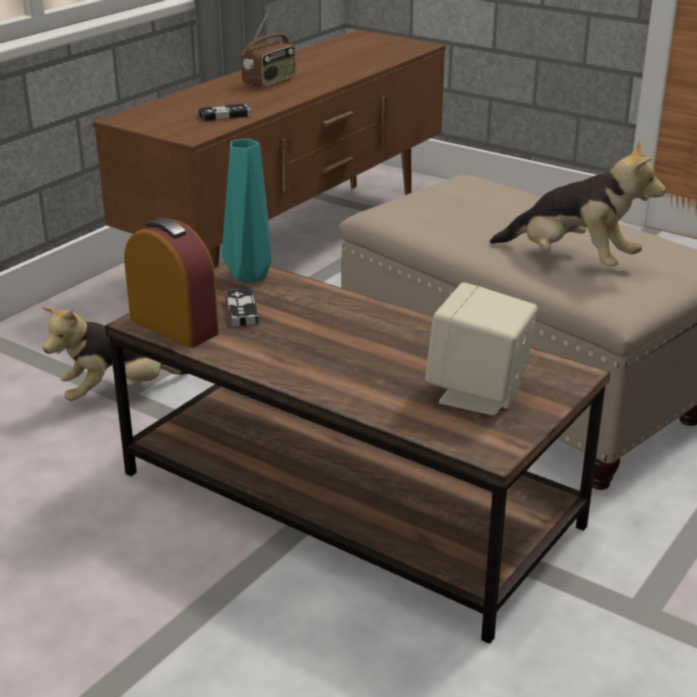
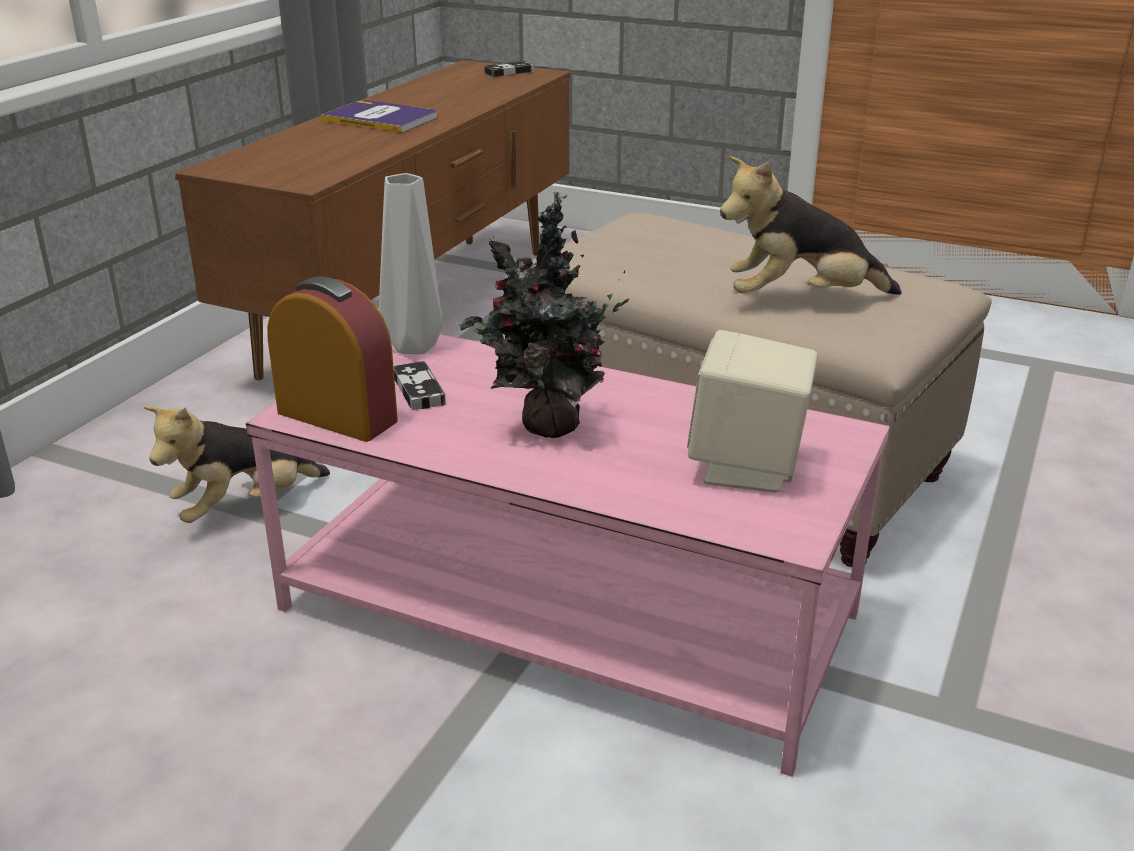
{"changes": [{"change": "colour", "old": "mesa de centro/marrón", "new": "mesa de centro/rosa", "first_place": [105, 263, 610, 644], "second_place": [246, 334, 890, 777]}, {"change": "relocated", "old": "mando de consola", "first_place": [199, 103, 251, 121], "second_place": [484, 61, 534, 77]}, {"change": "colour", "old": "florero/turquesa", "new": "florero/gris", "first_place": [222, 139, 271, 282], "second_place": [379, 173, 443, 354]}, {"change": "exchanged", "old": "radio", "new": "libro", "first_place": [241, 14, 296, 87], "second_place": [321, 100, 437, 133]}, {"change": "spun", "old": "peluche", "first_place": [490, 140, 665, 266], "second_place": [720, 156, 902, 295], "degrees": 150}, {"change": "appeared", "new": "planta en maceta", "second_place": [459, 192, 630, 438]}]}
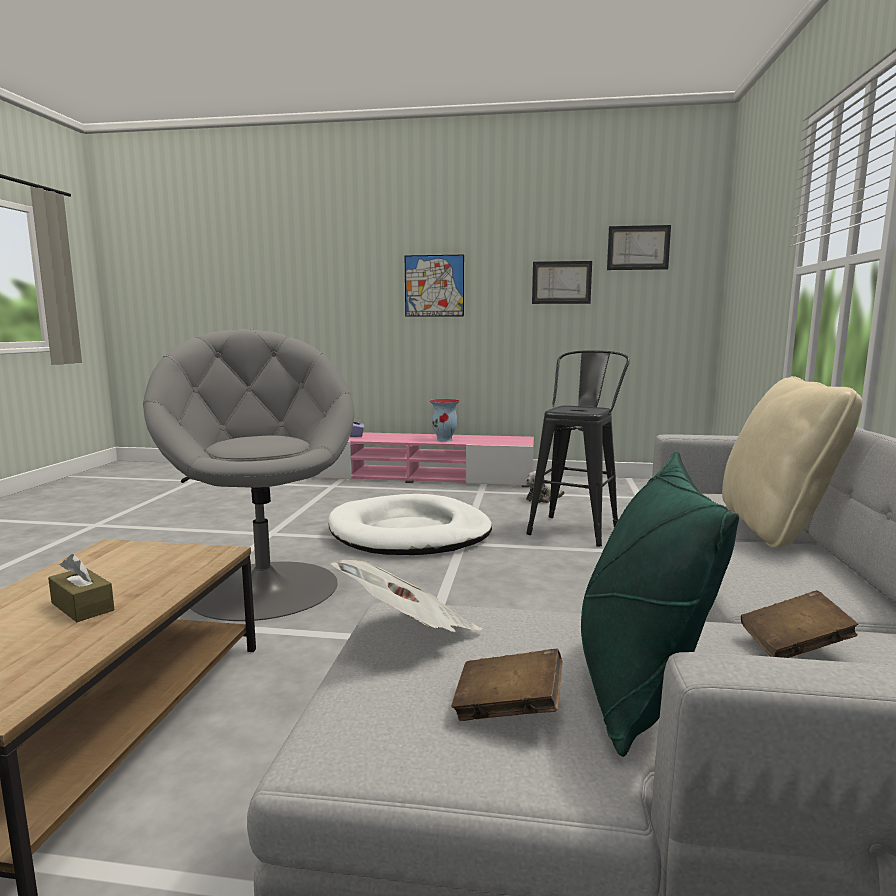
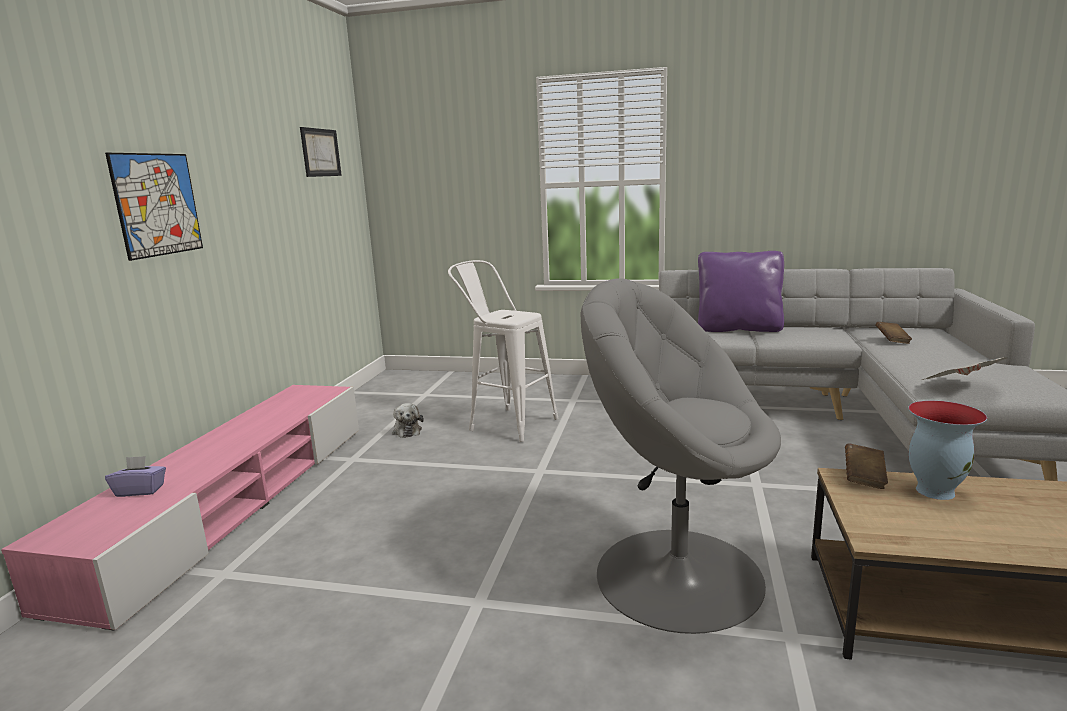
{"changes": [{"change": "missing", "old": "caja de pañuelos/marrón", "first_place": [48, 554, 114, 622]}, {"change": "spun", "old": "sillón/gris", "first_place": [143, 329, 355, 621], "second_place": [581, 278, 781, 634], "degrees": 45}, {"change": "missing", "old": "cama para perro/blanco", "first_place": [328, 494, 492, 555]}, {"change": "relocated", "old": "florero", "first_place": [430, 399, 460, 441], "second_place": [908, 400, 987, 500]}, {"change": "relocated", "old": "libro/marrón", "first_place": [452, 649, 562, 721], "second_place": [845, 443, 888, 489]}, {"change": "colour", "old": "taburete/negro", "new": "taburete/blanco", "first_place": [526, 350, 630, 547], "second_place": [448, 260, 558, 442]}, {"change": "missing", "old": "cuadro", "first_place": [532, 261, 592, 304]}, {"change": "missing", "old": "cojín/verde", "first_place": [581, 452, 739, 757]}, {"change": "colour", "old": "cojín/beis", "new": "cojín/morado", "first_place": [722, 376, 863, 548], "second_place": [698, 251, 784, 332]}]}
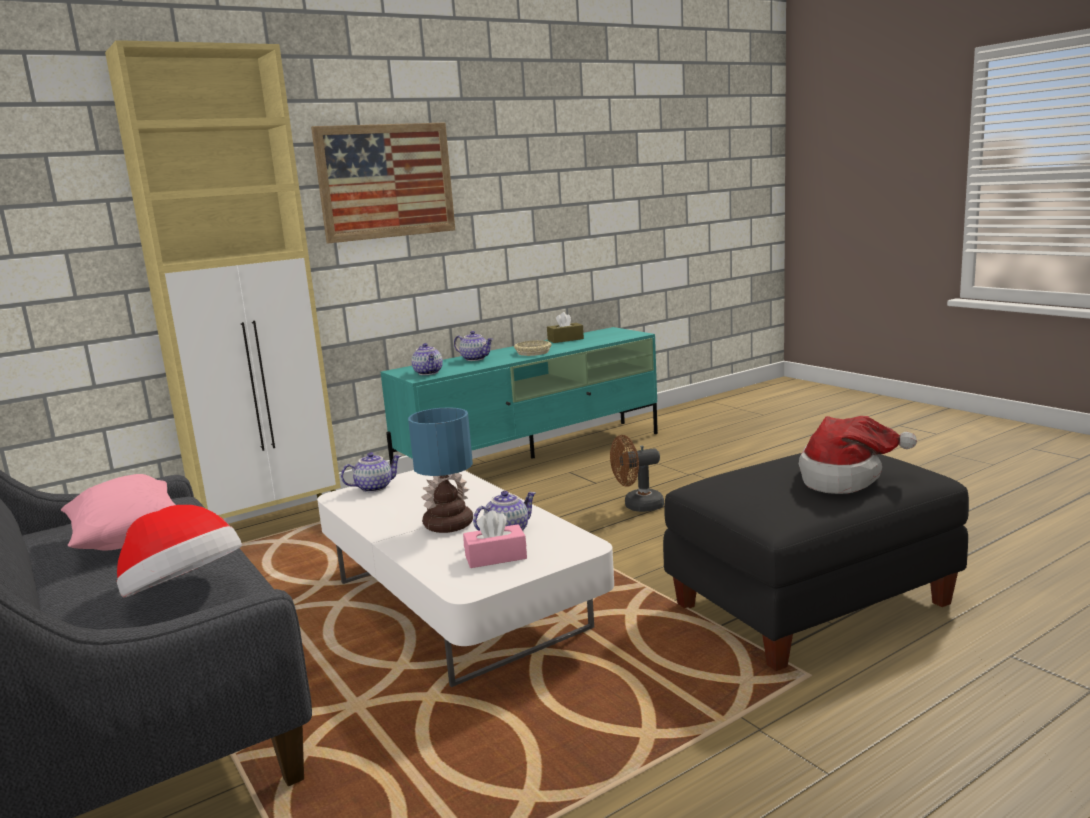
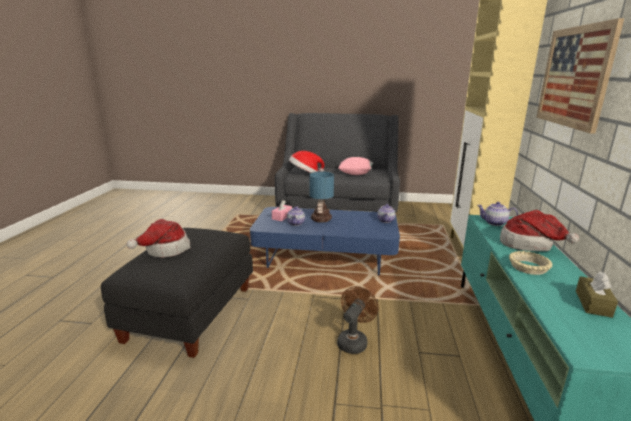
{"changes": [{"change": "colour", "old": "mesa de centro/blanco", "new": "mesa de centro/azul", "first_place": [317, 470, 614, 687], "second_place": [250, 207, 400, 275]}, {"change": "exchanged", "old": "tetera", "new": "sombrero", "first_place": [454, 331, 493, 361], "second_place": [500, 210, 579, 251]}]}
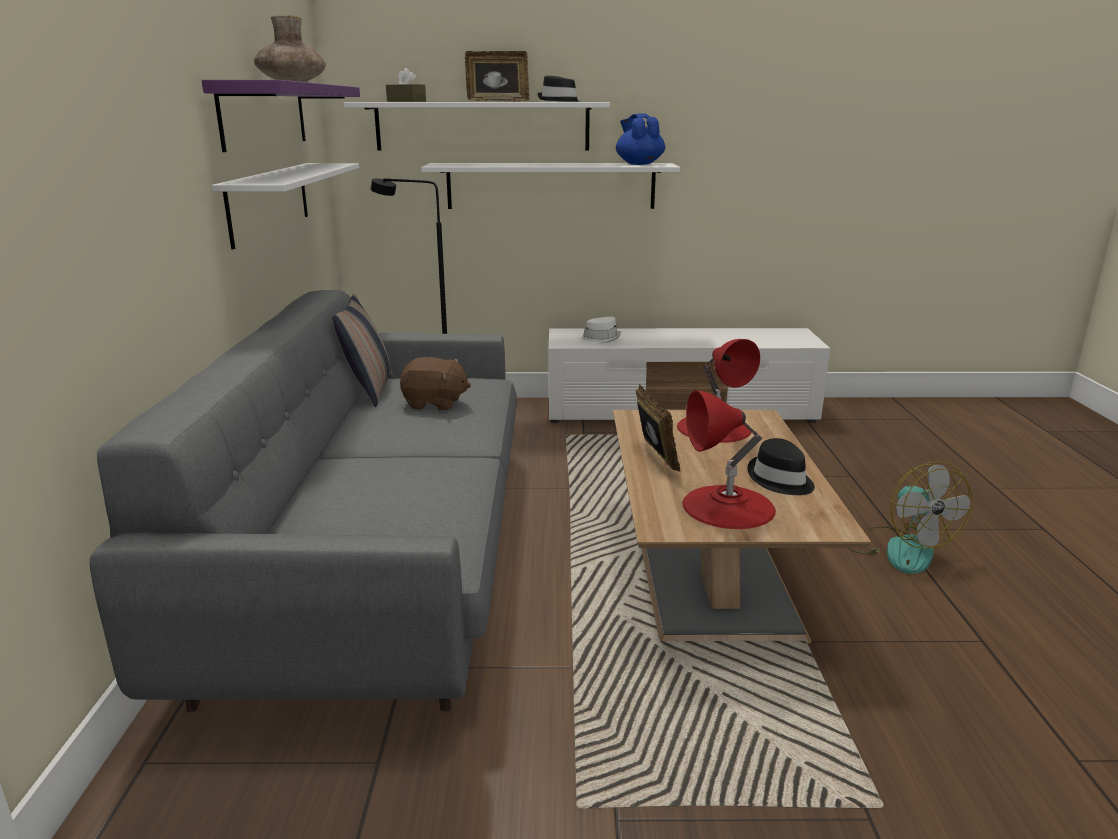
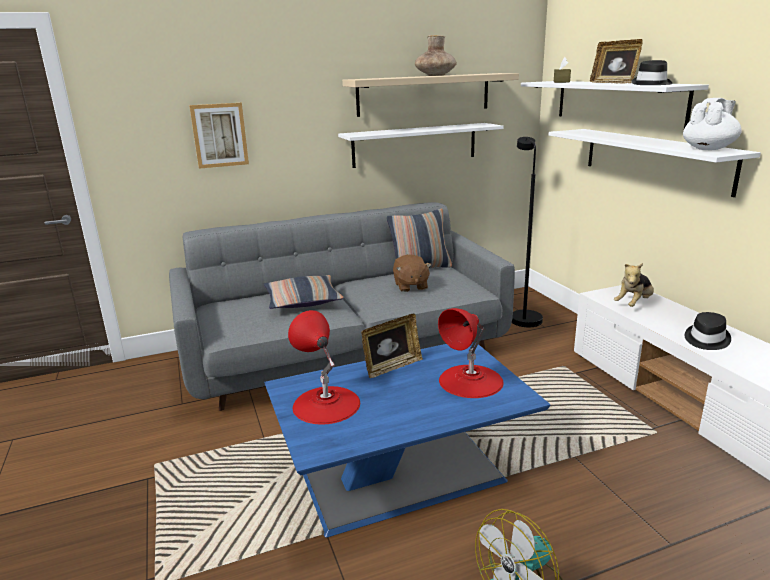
{"changes": [{"change": "colour", "old": "estante/morado", "new": "estante/beis", "first_place": [202, 80, 360, 152], "second_place": [342, 73, 519, 117]}, {"change": "exchanged", "old": "sombrero/blanco", "new": "peluche", "first_place": [578, 317, 621, 344], "second_place": [614, 263, 654, 307]}, {"change": "colour", "old": "mesa de centro/marrón", "new": "mesa de centro/azul", "first_place": [613, 410, 871, 644], "second_place": [264, 341, 551, 537]}, {"change": "colour", "old": "tetera/azul", "new": "tetera/blanco", "first_place": [616, 113, 665, 165], "second_place": [683, 98, 741, 150]}, {"change": "relocated", "old": "sombrero/negro", "first_place": [747, 438, 815, 495], "second_place": [685, 312, 731, 350]}, {"change": "appeared", "new": "cuadro", "second_place": [189, 103, 249, 169]}, {"change": "appeared", "new": "cojín", "second_place": [264, 275, 344, 309]}]}
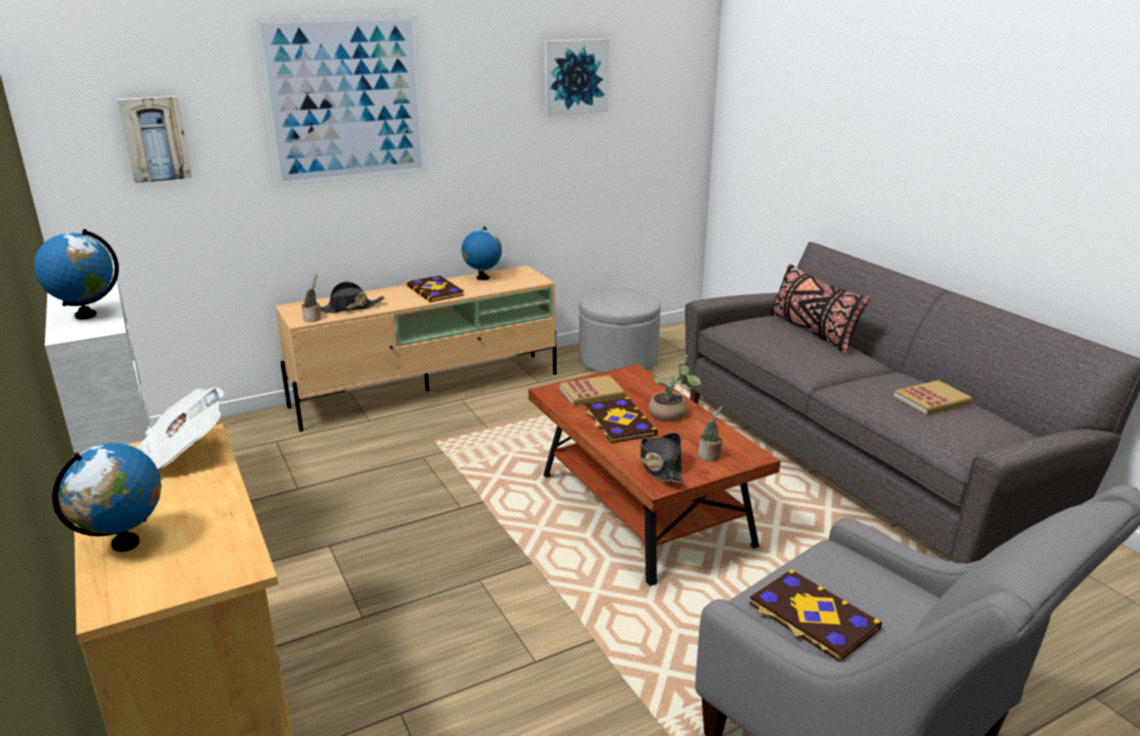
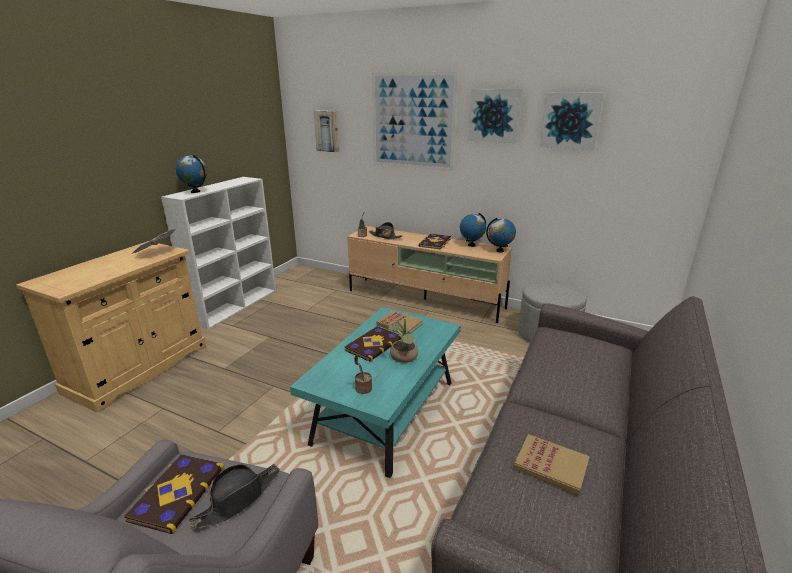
{"changes": [{"change": "relocated", "old": "globo terráqueo", "first_place": [52, 443, 161, 552], "second_place": [486, 218, 516, 253]}, {"change": "colour", "old": "mesa de centro/marrón", "new": "mesa de centro/turquesa", "first_place": [528, 364, 781, 586], "second_place": [290, 307, 461, 478]}, {"change": "relocated", "old": "sombrero/negro", "first_place": [641, 433, 685, 483], "second_place": [188, 464, 280, 529]}, {"change": "missing", "old": "cojín/negro", "first_place": [771, 264, 870, 354]}, {"change": "appeared", "new": "cuadro", "second_place": [468, 89, 522, 143]}]}
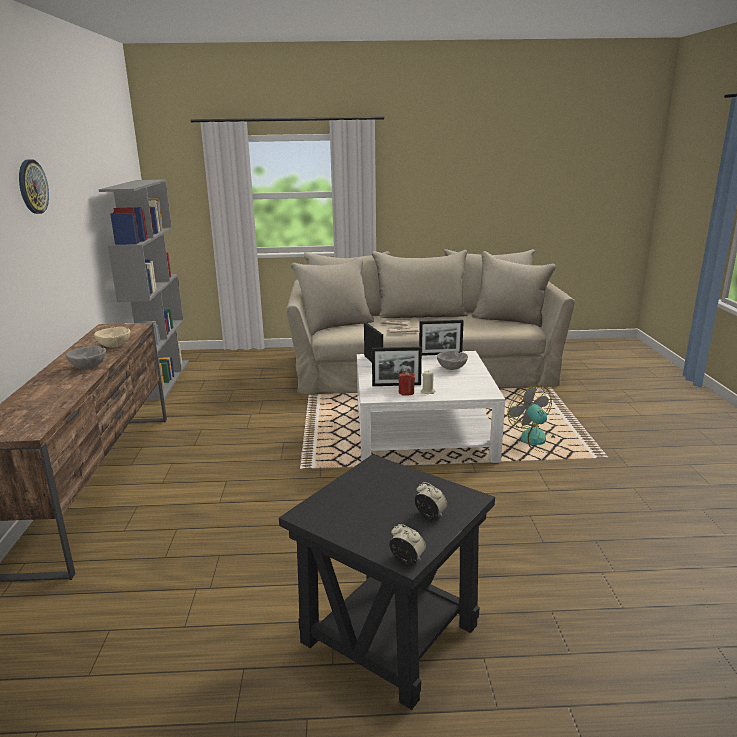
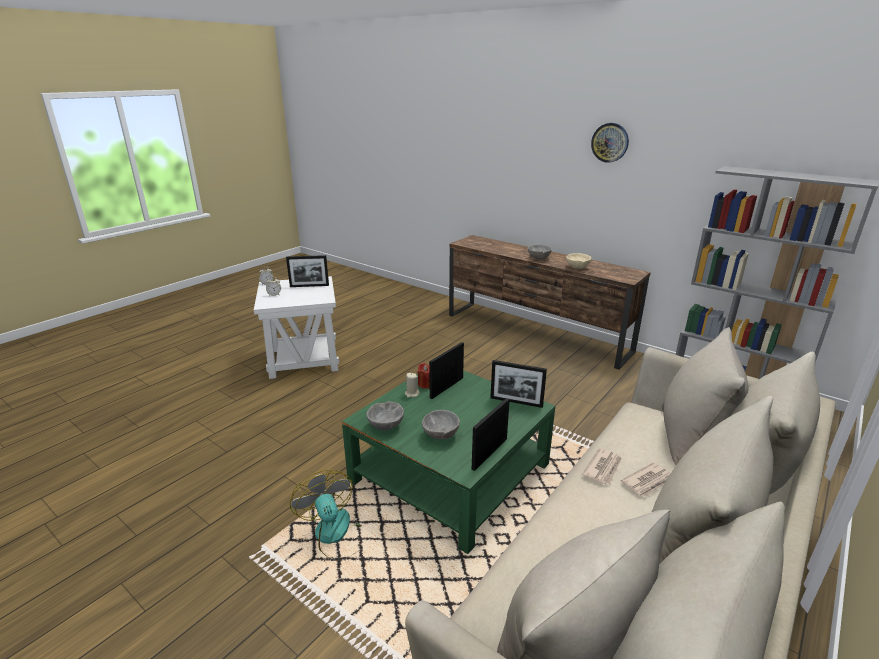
{"changes": [{"change": "colour", "old": "mesa auxiliar/negro", "new": "mesa auxiliar/blanco", "first_place": [279, 454, 495, 710], "second_place": [254, 276, 339, 379]}, {"change": "colour", "old": "mesa de centro/blanco", "new": "mesa de centro/verde", "first_place": [357, 351, 505, 463], "second_place": [342, 370, 555, 554]}, {"change": "spun", "old": "ventilador", "first_place": [508, 386, 559, 453], "second_place": [290, 470, 362, 561], "degrees": -135}, {"change": "appeared", "new": "portarretratos", "second_place": [286, 255, 329, 287]}, {"change": "appeared", "new": "cuenco/gris", "second_place": [367, 402, 404, 430]}]}
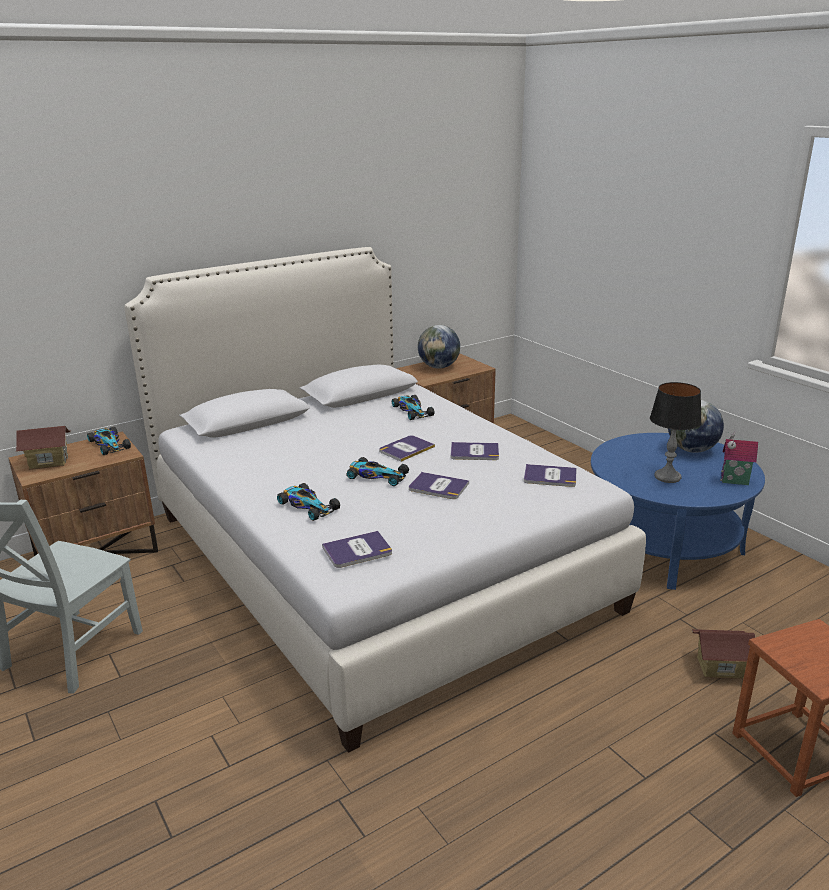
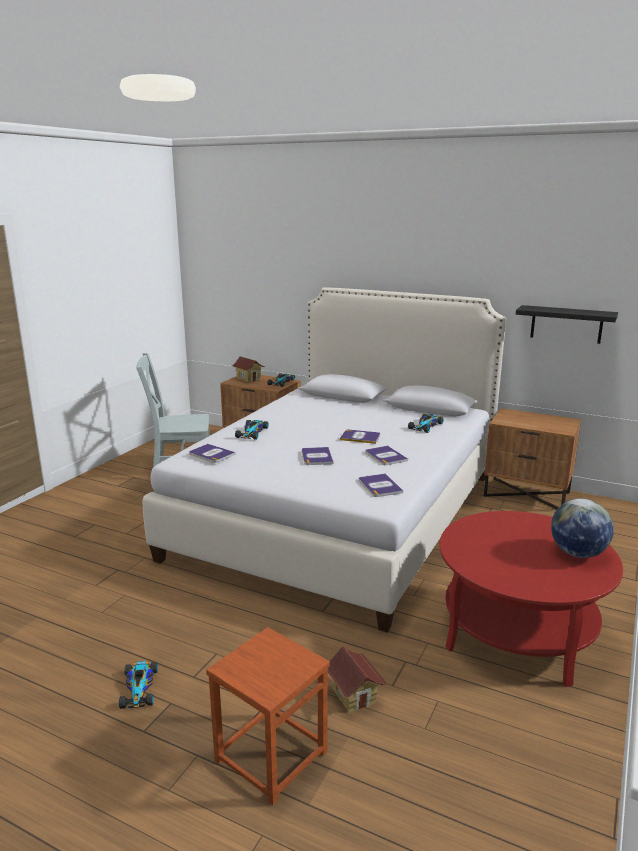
{"changes": [{"change": "relocated", "old": "coche de juguete", "first_place": [346, 457, 409, 486], "second_place": [119, 661, 158, 709]}, {"change": "missing", "old": "globo terráqueo", "first_place": [418, 325, 460, 368]}, {"change": "colour", "old": "mesa de centro/azul", "new": "mesa de centro/rojo", "first_place": [591, 433, 765, 590], "second_place": [439, 511, 623, 687]}, {"change": "missing", "old": "lámpara de mesa", "first_place": [650, 382, 702, 483]}, {"change": "missing", "old": "casita", "first_place": [720, 432, 758, 485]}, {"change": "appeared", "new": "estante/negro", "second_place": [516, 305, 618, 344]}]}
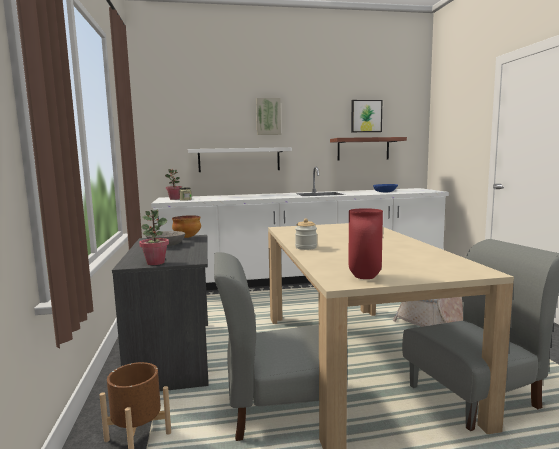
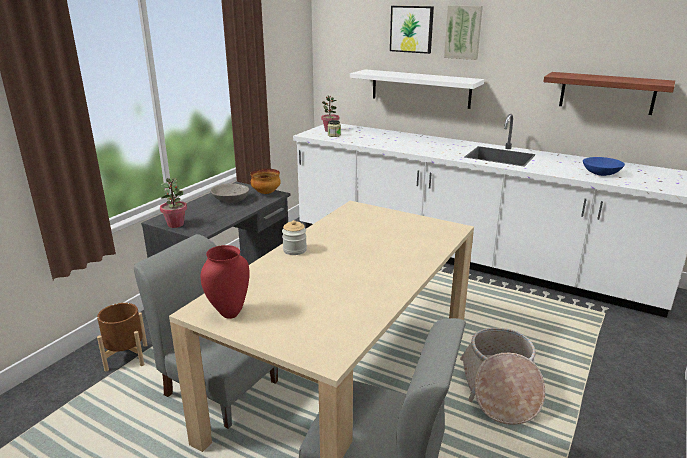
{"changes": [{"change": "relocated", "old": "cuadro", "first_place": [351, 100, 382, 132], "second_place": [390, 6, 434, 54]}]}
